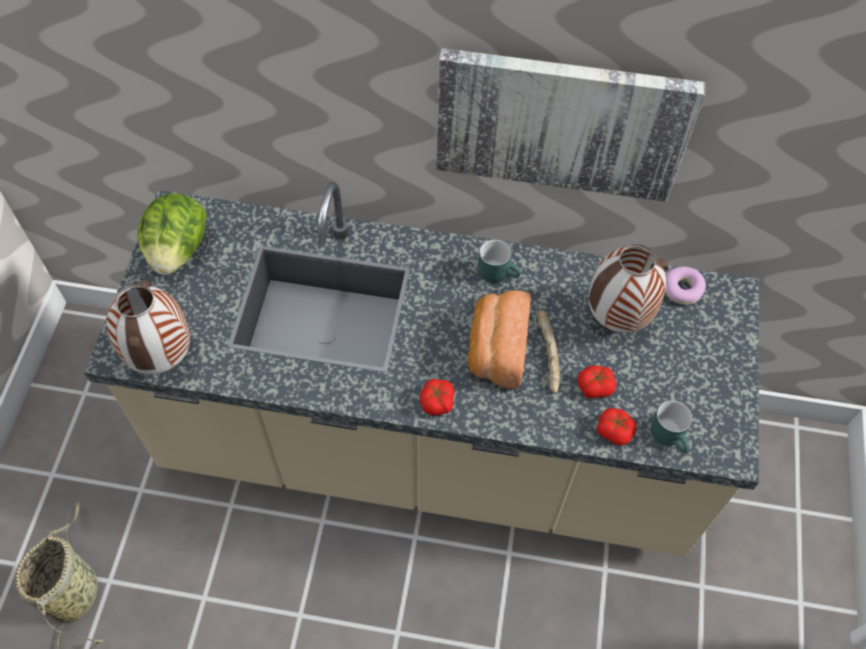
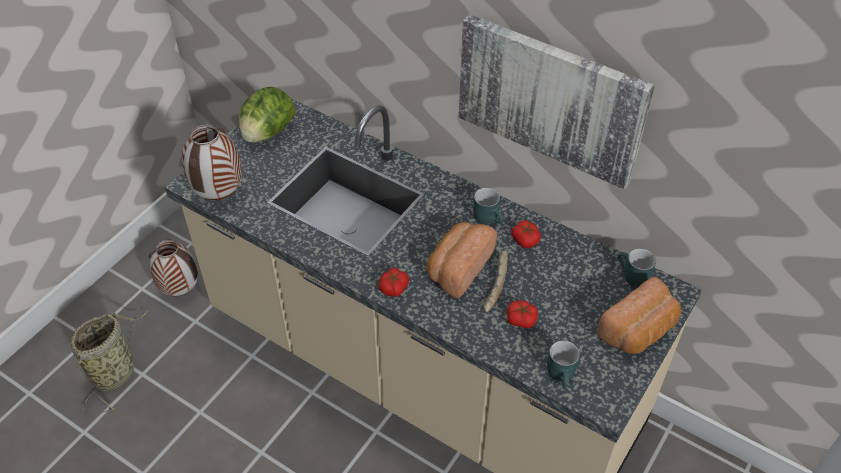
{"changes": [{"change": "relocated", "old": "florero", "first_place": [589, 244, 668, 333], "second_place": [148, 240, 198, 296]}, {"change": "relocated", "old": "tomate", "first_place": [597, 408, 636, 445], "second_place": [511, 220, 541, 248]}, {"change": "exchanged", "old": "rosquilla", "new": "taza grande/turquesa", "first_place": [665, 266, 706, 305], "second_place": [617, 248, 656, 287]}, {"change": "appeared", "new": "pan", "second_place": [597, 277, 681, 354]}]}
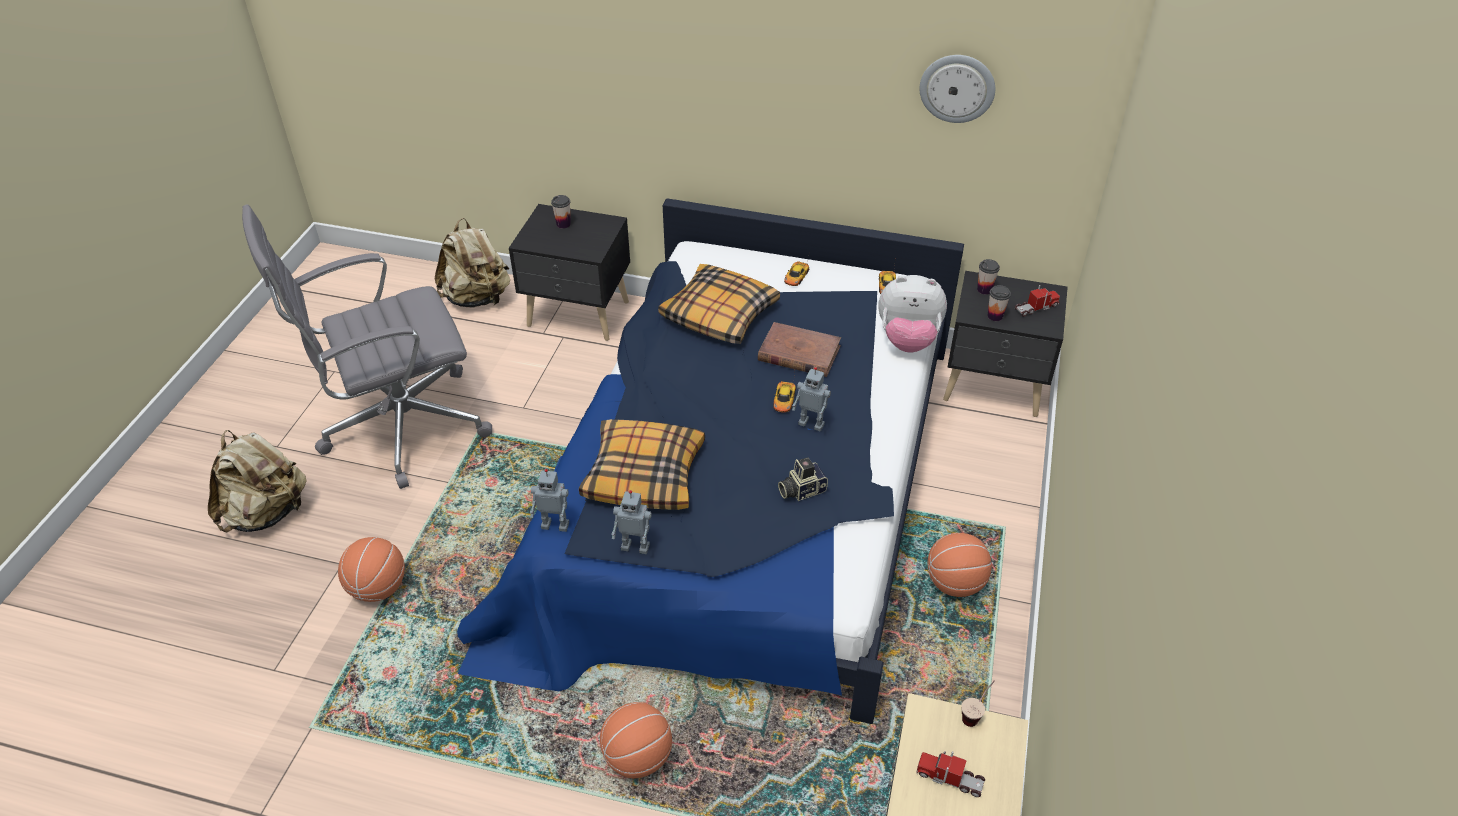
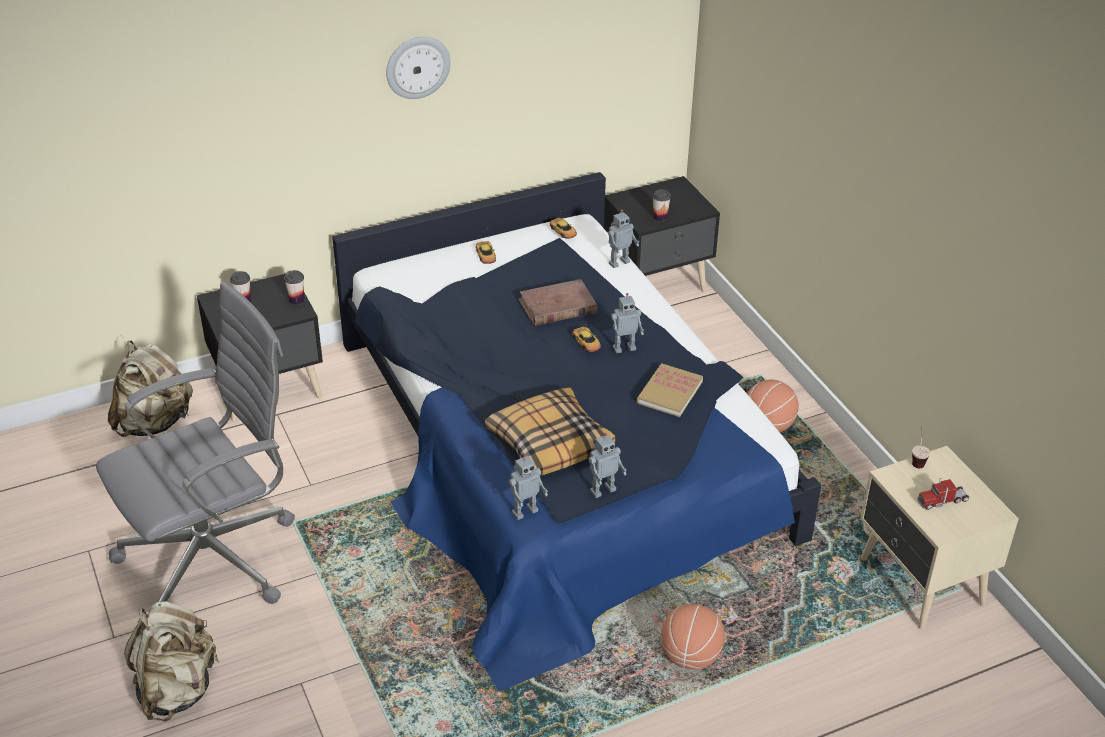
{"changes": [{"change": "spun", "old": "silla de oficina/gris", "first_place": [242, 205, 492, 489], "second_place": [96, 282, 295, 606], "degrees": -150}, {"change": "missing", "old": "balón de baloncesto", "first_place": [338, 537, 405, 602]}, {"change": "missing", "old": "cojín", "first_place": [658, 264, 780, 344]}, {"change": "exchanged", "old": "cámara", "new": "libro", "first_place": [778, 457, 828, 501], "second_place": [637, 364, 703, 417]}, {"change": "exchanged", "old": "peluche", "new": "robot de juguete", "first_place": [879, 275, 947, 352], "second_place": [608, 209, 639, 268]}, {"change": "relocated", "old": "reloj de pared", "first_place": [920, 55, 995, 123], "second_place": [386, 37, 451, 99]}, {"change": "relocated", "old": "taza", "first_place": [977, 259, 1000, 295], "second_place": [284, 270, 304, 305]}, {"change": "missing", "old": "camión de juguete", "first_place": [1015, 285, 1060, 317]}]}
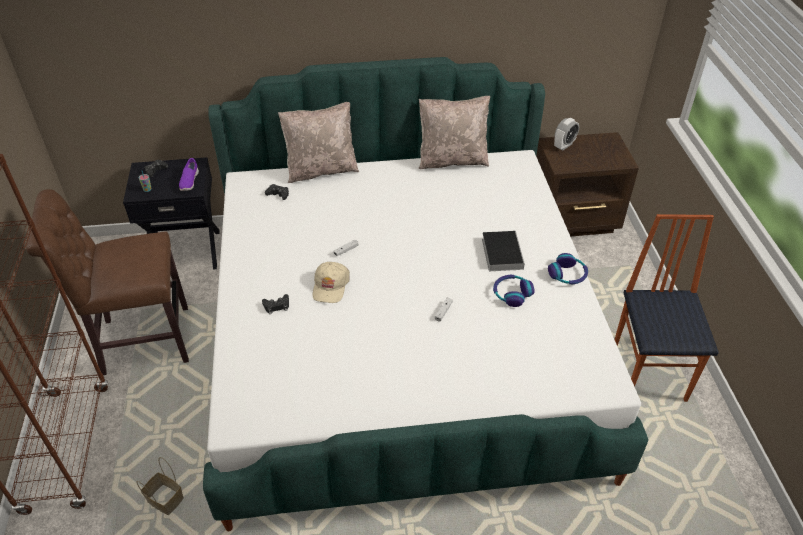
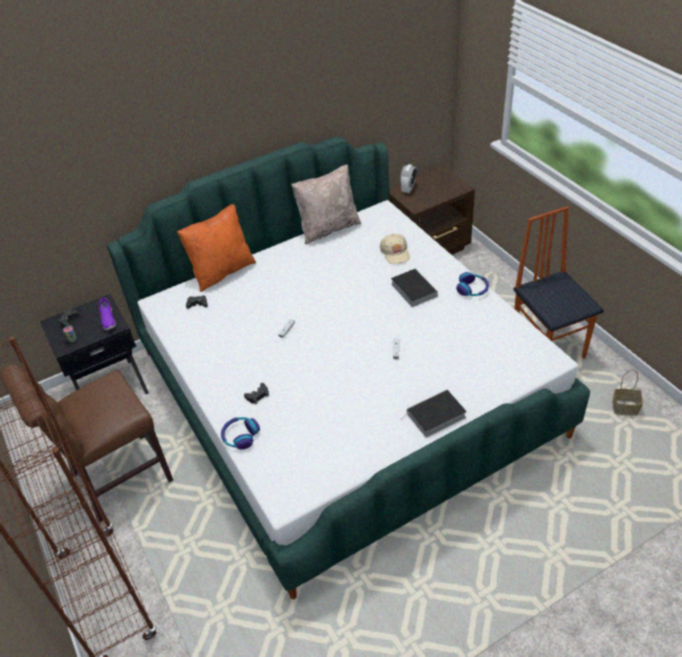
{"changes": [{"change": "relocated", "old": "cesta", "first_place": [136, 457, 184, 515], "second_place": [613, 369, 643, 415]}, {"change": "colour", "old": "cojín/beis", "new": "cojín/naranja", "first_place": [278, 102, 359, 183], "second_place": [177, 204, 256, 292]}, {"change": "relocated", "old": "gorra/beis", "first_place": [313, 262, 350, 303], "second_place": [380, 234, 410, 264]}, {"change": "relocated", "old": "auriculares", "first_place": [493, 275, 534, 307], "second_place": [221, 417, 260, 449]}, {"change": "appeared", "new": "libro", "second_place": [401, 390, 467, 437]}]}
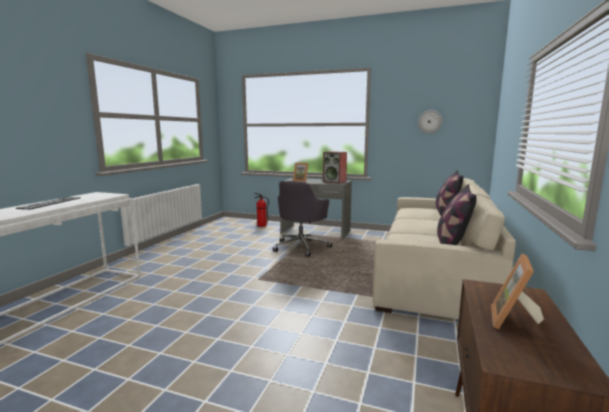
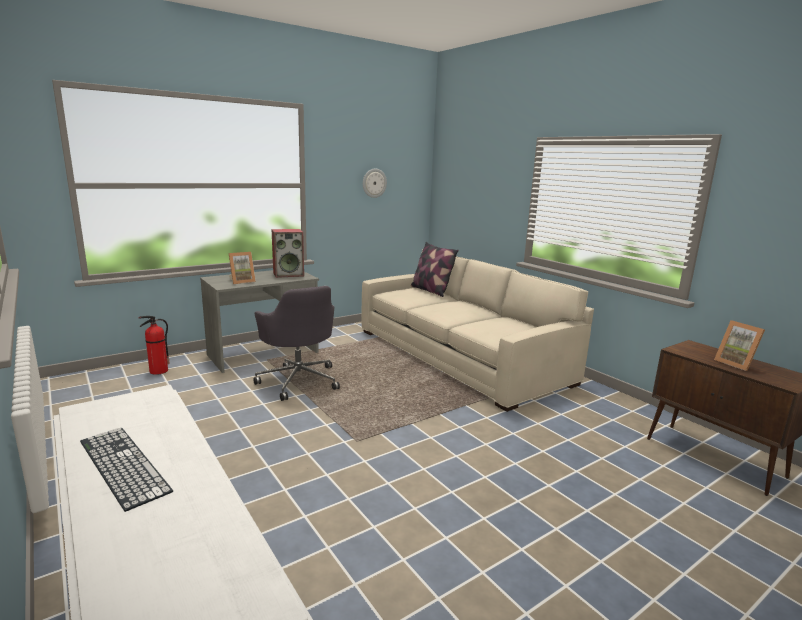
{"changes": [{"change": "missing", "old": "cojín", "first_place": [437, 185, 477, 245]}]}
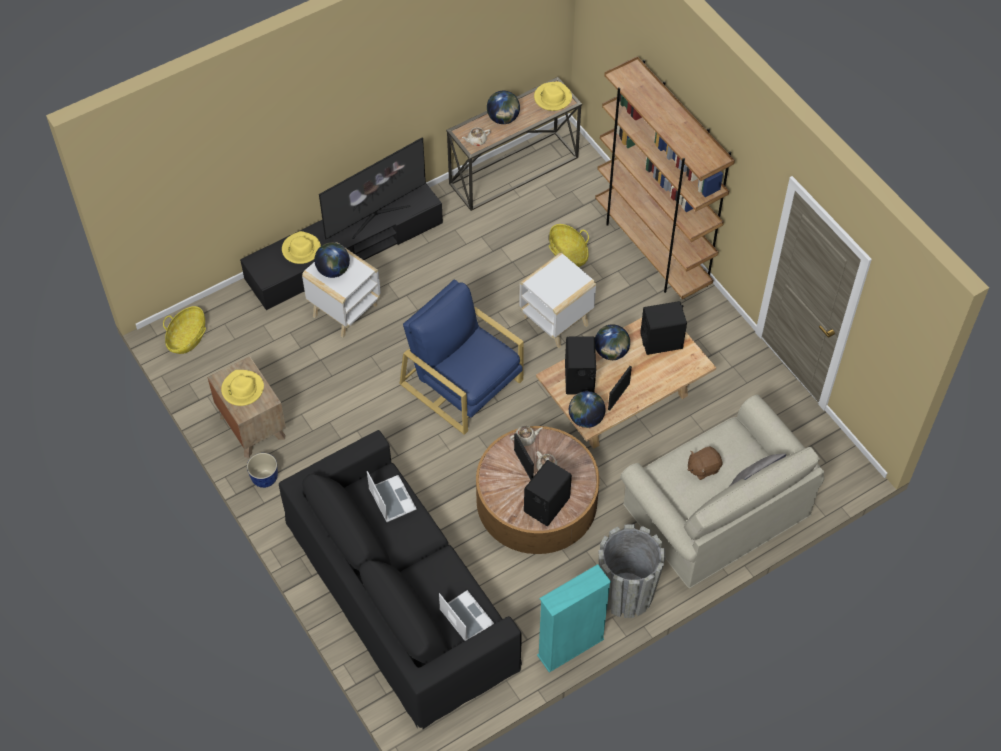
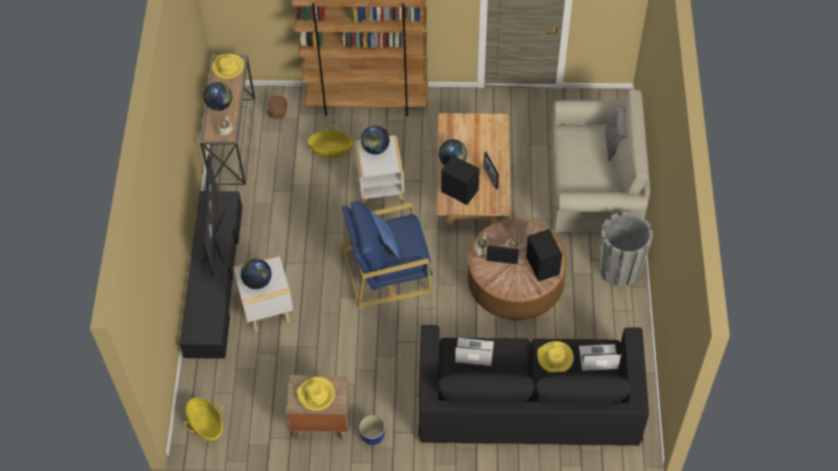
{"changes": [{"change": "relocated", "old": "sombrero/amarillo", "first_place": [282, 231, 321, 264], "second_place": [537, 341, 574, 372]}, {"change": "missing", "old": "estantería/turquesa", "first_place": [537, 564, 611, 673]}, {"change": "relocated", "old": "globo terráqueo", "first_place": [569, 391, 605, 428], "second_place": [361, 126, 390, 155]}, {"change": "missing", "old": "altavoz/negro", "first_place": [640, 301, 687, 355]}, {"change": "relocated", "old": "peluche/marrón", "first_place": [687, 446, 722, 480], "second_place": [266, 96, 287, 119]}, {"change": "appeared", "new": "cojín/azul", "second_place": [369, 210, 399, 259]}]}
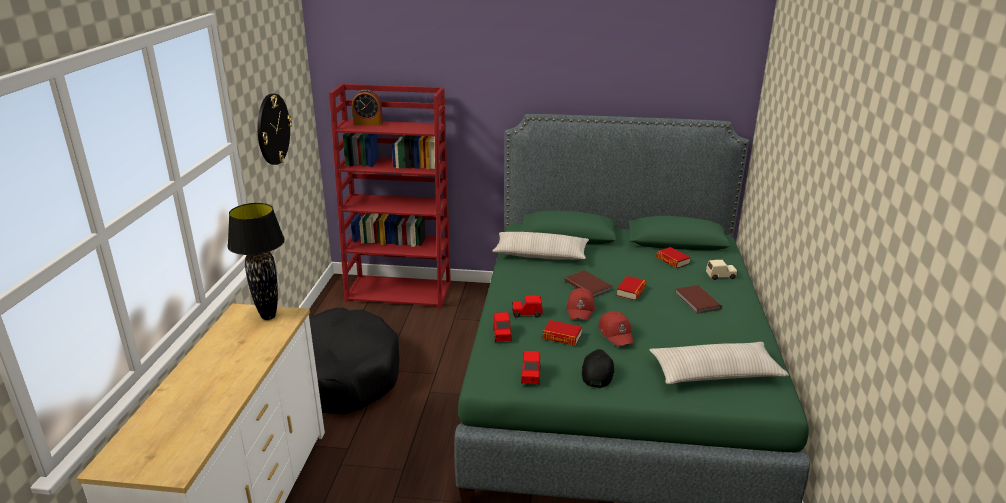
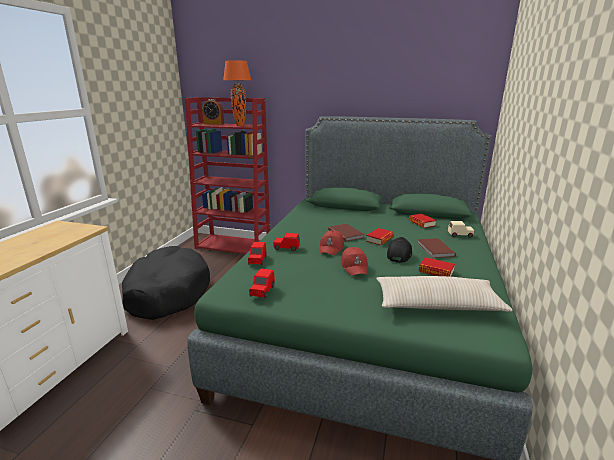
{"changes": [{"change": "missing", "old": "lámpara de mesa/negro", "first_place": [227, 203, 285, 320]}, {"change": "missing", "old": "reloj de pared", "first_place": [257, 94, 292, 165]}, {"change": "missing", "old": "cojín/beis", "first_place": [492, 232, 589, 260]}, {"change": "relocated", "old": "libro", "first_place": [543, 320, 582, 346], "second_place": [419, 257, 455, 277]}, {"change": "relocated", "old": "gorra/negro", "first_place": [582, 349, 614, 388], "second_place": [387, 237, 412, 263]}, {"change": "appeared", "new": "lámpara de mesa/naranja", "second_place": [223, 60, 251, 126]}]}
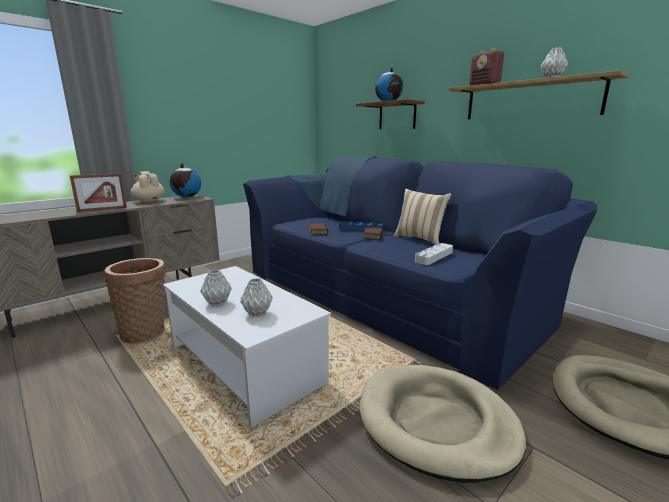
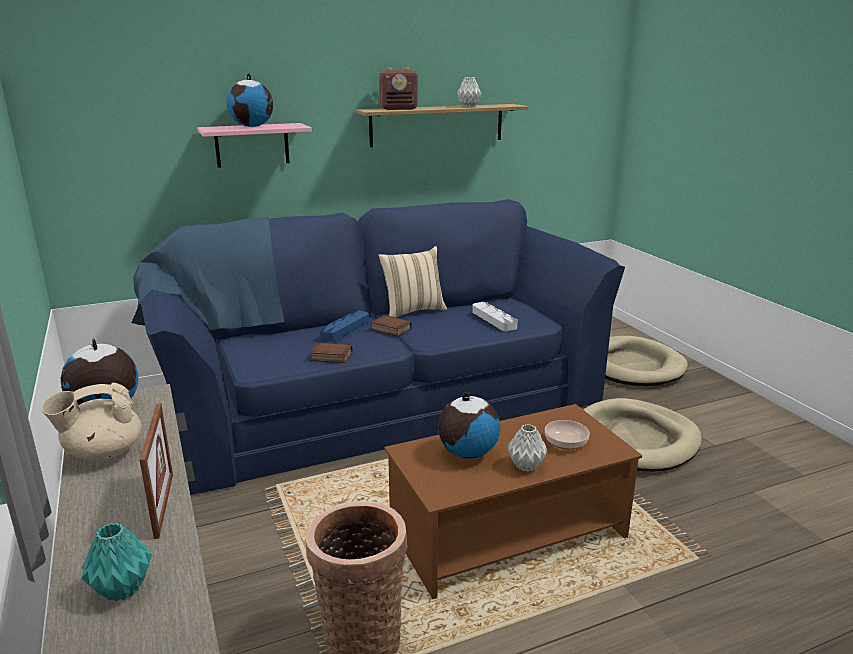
{"changes": [{"change": "colour", "old": "mesa de centro/blanco", "new": "mesa de centro/marrón", "first_place": [163, 266, 331, 428], "second_place": [385, 404, 642, 599]}, {"change": "exchanged", "old": "florero/gris", "new": "cuenco", "first_place": [240, 278, 273, 317], "second_place": [545, 420, 590, 450]}, {"change": "colour", "old": "estante/marrón", "new": "estante/rosa", "first_place": [356, 99, 425, 129], "second_place": [197, 123, 312, 168]}, {"change": "appeared", "new": "florero/turquesa", "second_place": [82, 523, 152, 602]}, {"change": "appeared", "new": "globo terráqueo", "second_place": [438, 392, 500, 459]}]}
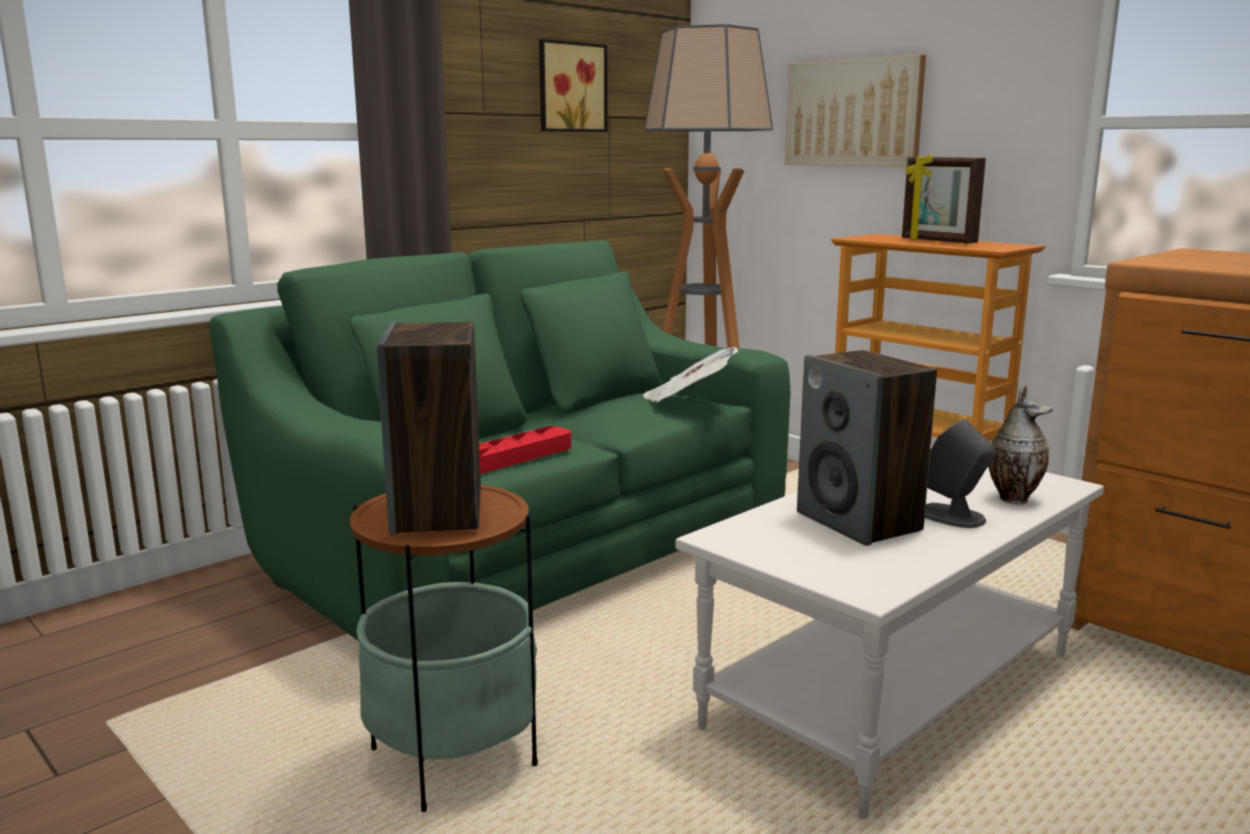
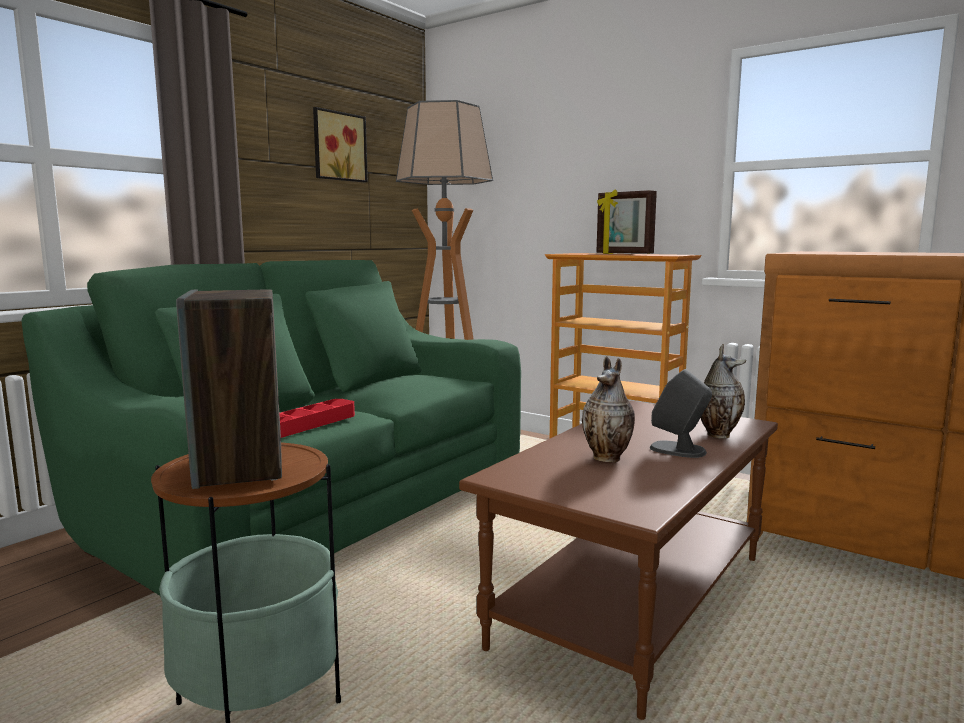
{"changes": [{"change": "missing", "old": "periódico", "first_place": [643, 347, 738, 403]}, {"change": "colour", "old": "mesa de centro/blanco", "new": "mesa de centro/marrón", "first_place": [675, 446, 1104, 819], "second_place": [459, 401, 778, 720]}, {"change": "missing", "old": "cuadro", "first_place": [785, 54, 926, 167]}, {"change": "exchanged", "old": "altavoz", "new": "florero", "first_place": [797, 350, 937, 546], "second_place": [582, 356, 635, 462]}]}
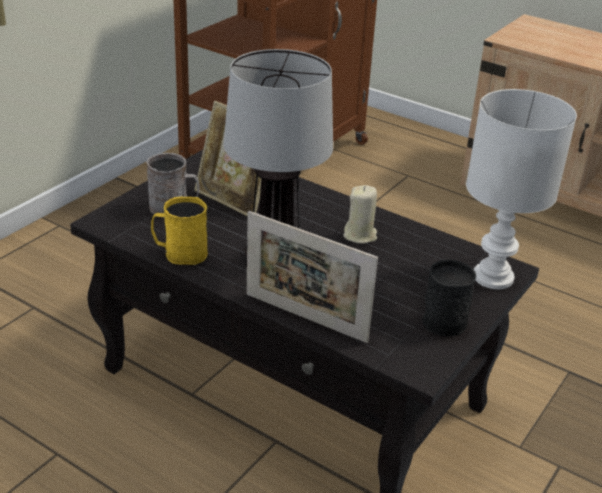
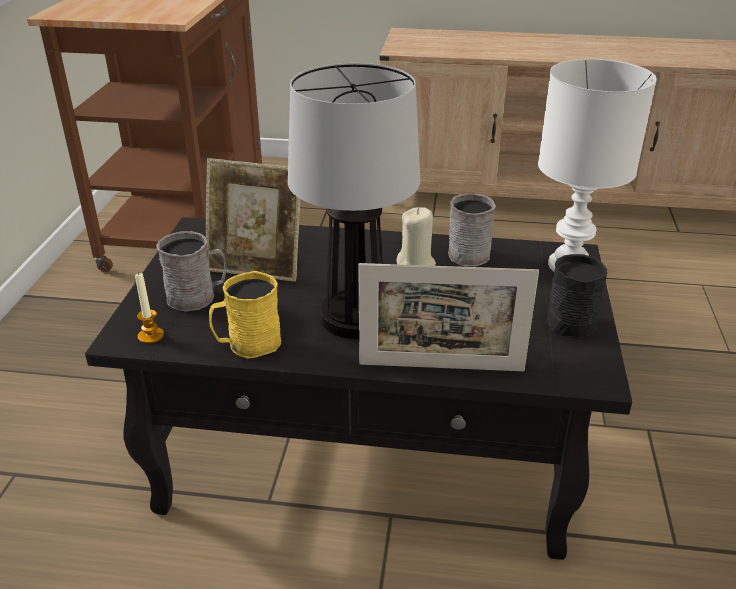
{"changes": [{"change": "appeared", "new": "vela", "second_place": [135, 272, 164, 344]}, {"change": "appeared", "new": "taza grande/gris", "second_place": [448, 193, 495, 267]}]}
